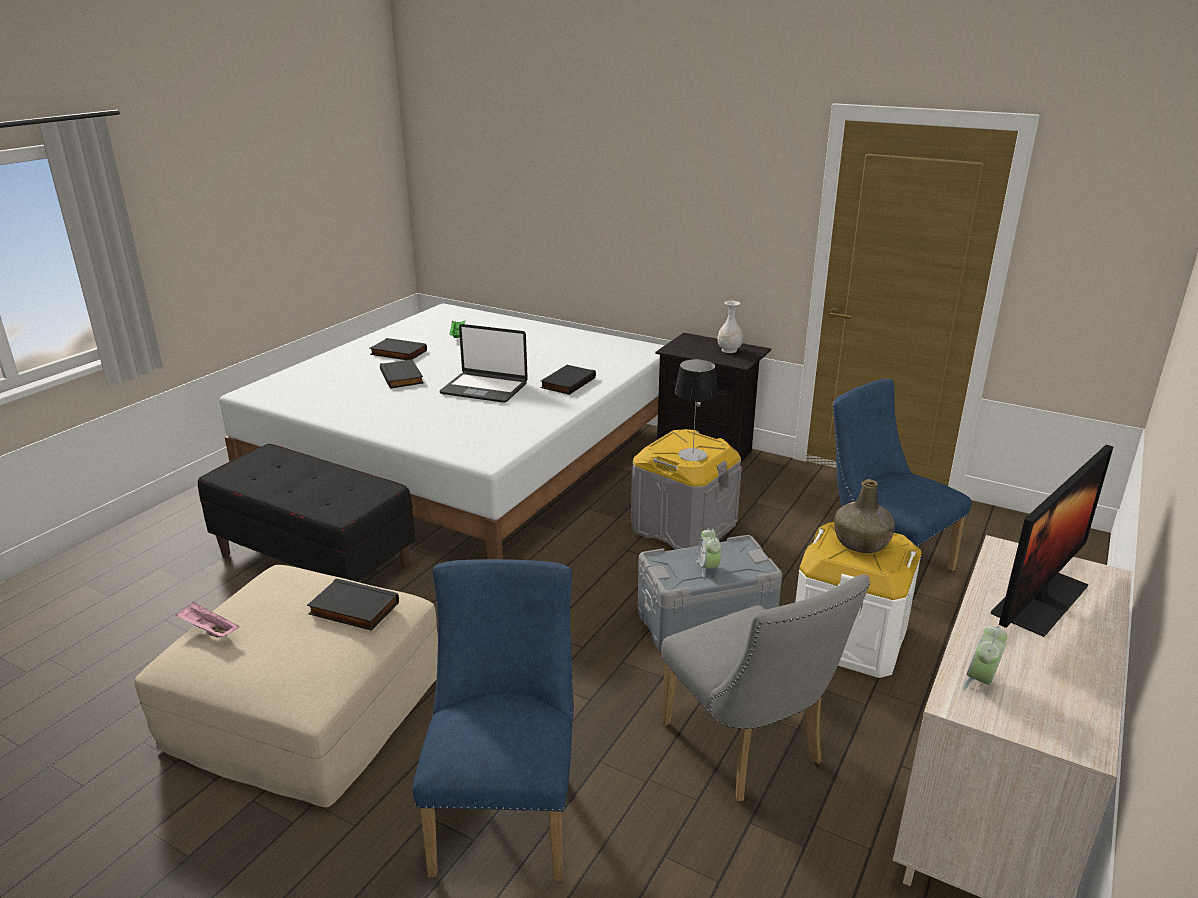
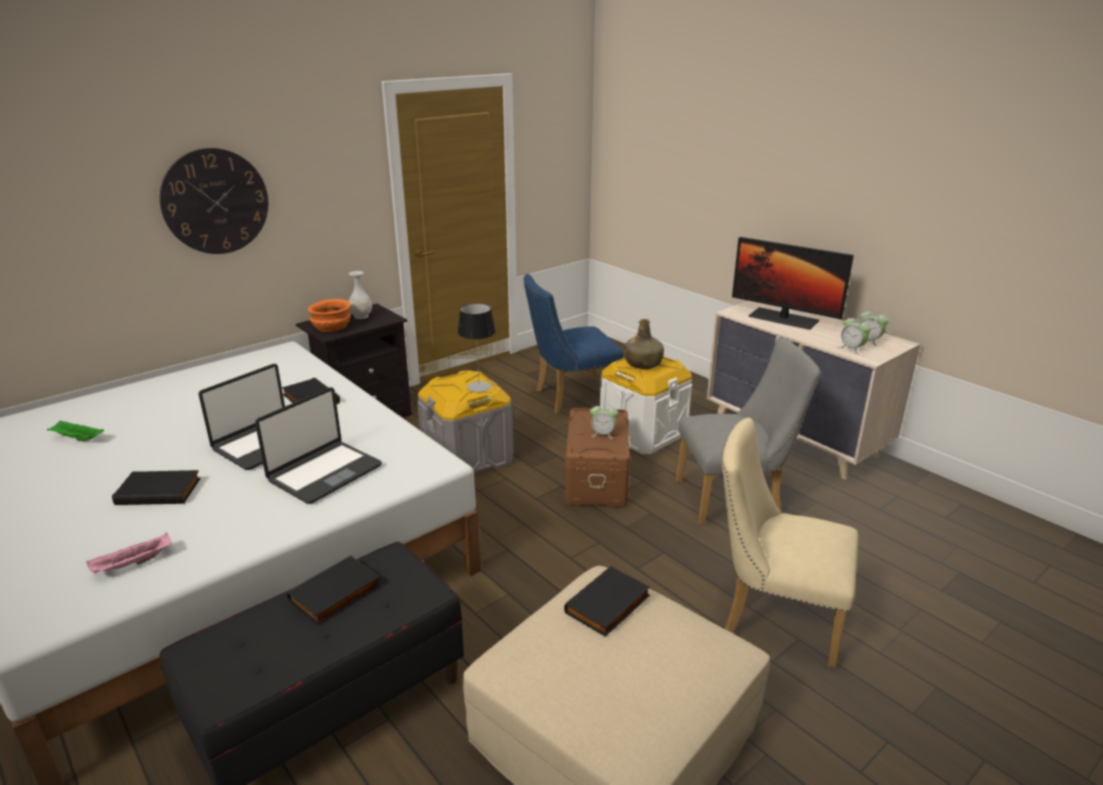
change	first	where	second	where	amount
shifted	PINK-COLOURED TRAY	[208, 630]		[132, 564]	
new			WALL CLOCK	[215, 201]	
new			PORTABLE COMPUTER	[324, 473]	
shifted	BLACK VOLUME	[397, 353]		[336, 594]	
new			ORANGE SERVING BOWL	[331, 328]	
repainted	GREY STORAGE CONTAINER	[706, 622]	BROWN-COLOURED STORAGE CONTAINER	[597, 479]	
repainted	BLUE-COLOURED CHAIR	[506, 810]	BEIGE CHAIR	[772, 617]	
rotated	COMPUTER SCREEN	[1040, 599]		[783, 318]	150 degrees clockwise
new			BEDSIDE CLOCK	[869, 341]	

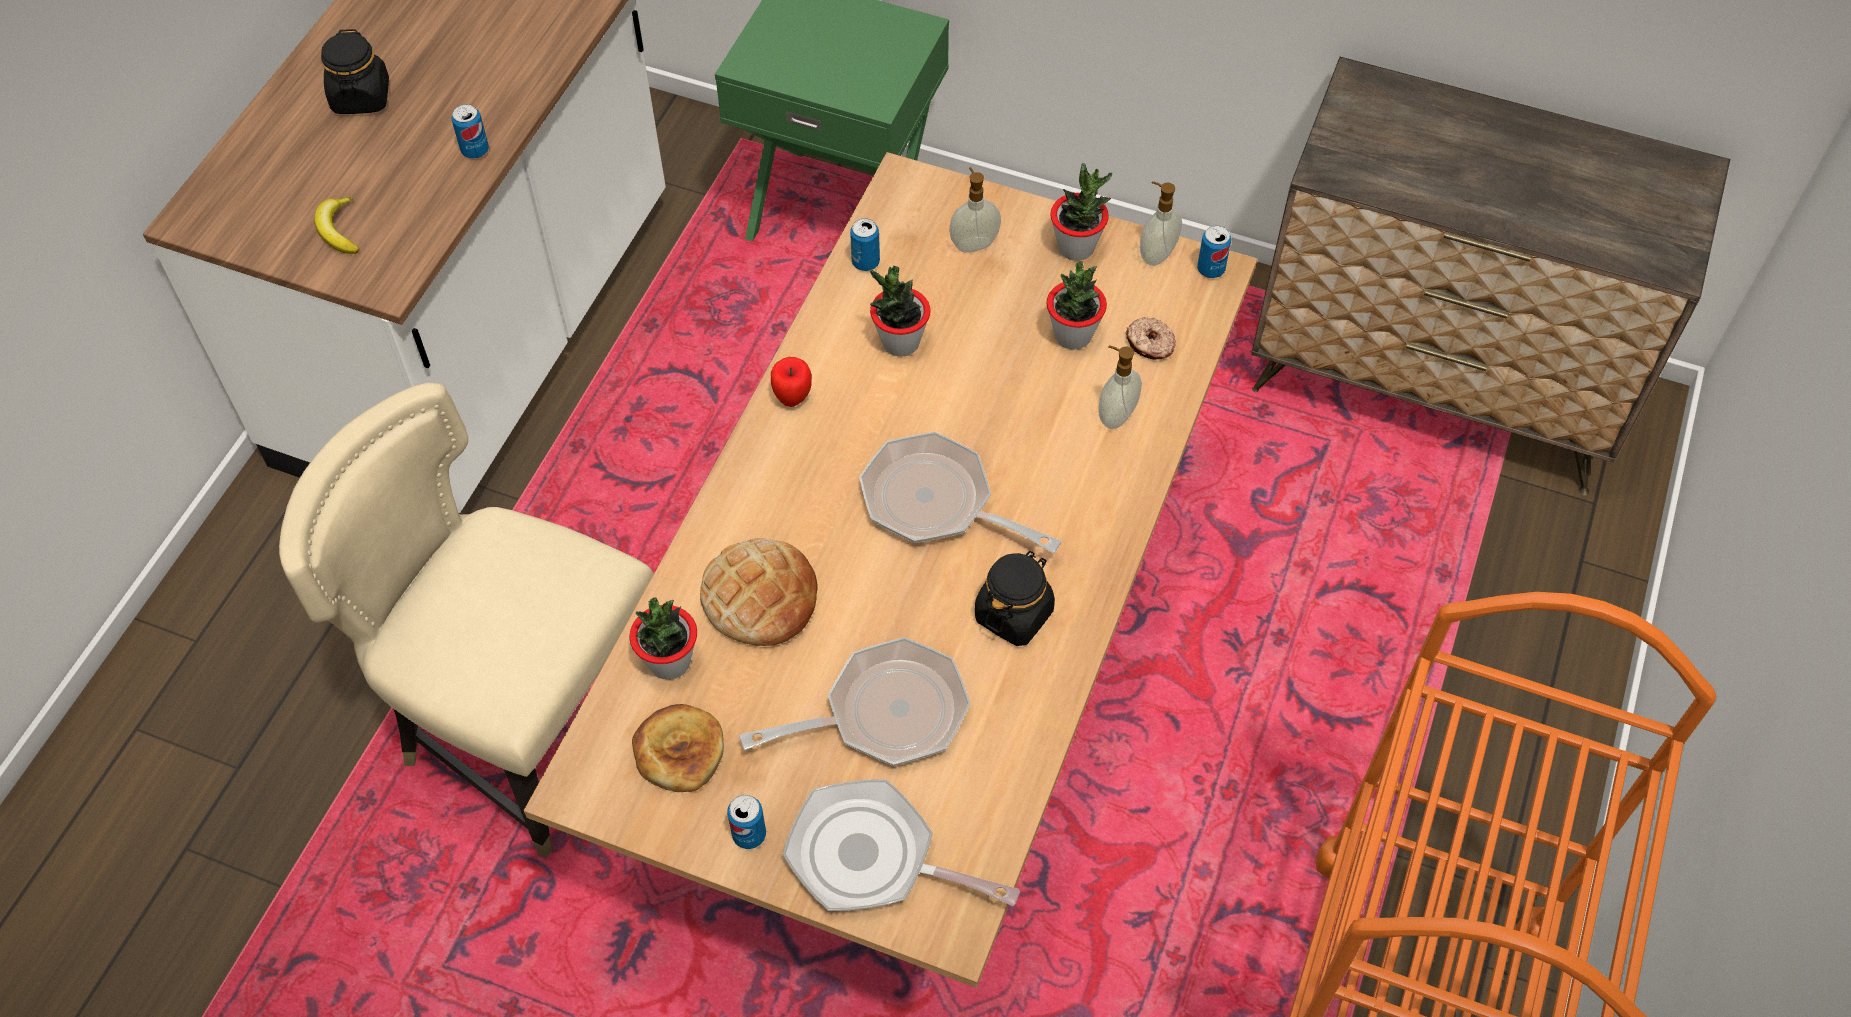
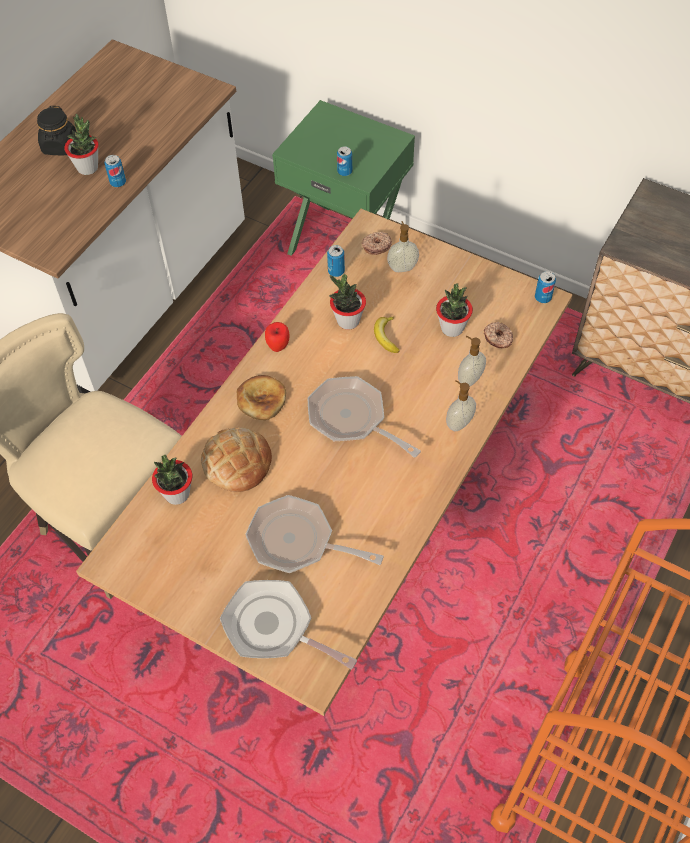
change	first	where	second	where	amount
shifted	PLANT IN A POT	[1076, 247]		[88, 168]	
shifted	BAKED BREAD	[679, 750]		[261, 399]	
rotated	FRYING PAN	[884, 714]		[298, 541]	150 degrees counterclockwise
shifted	CAN	[749, 835]		[344, 172]	
new			DONUT	[376, 246]	
shifted	BANANA	[339, 230]		[386, 337]	
shifted	SOAP BOTTLE	[1156, 254]		[458, 423]	
gone	BLACK JAR	[1014, 614]			

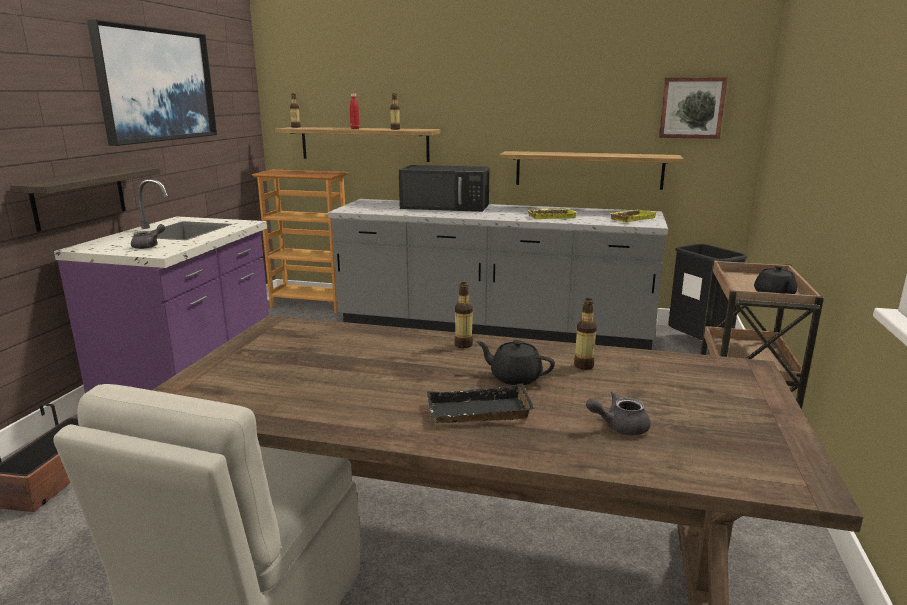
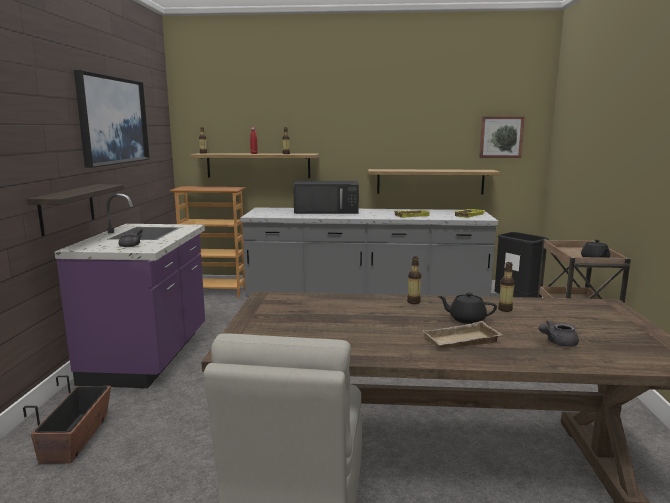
change	first	where	second	where	amount
repainted	BLACK TRAY	[477, 413]	BEIGE TRAY	[461, 342]	

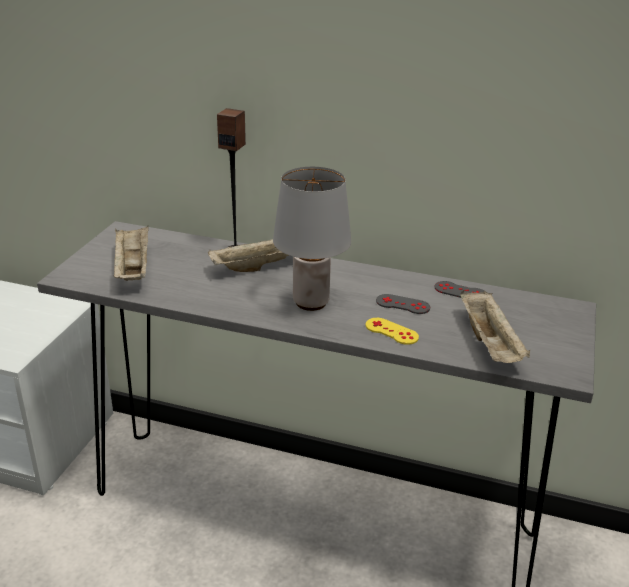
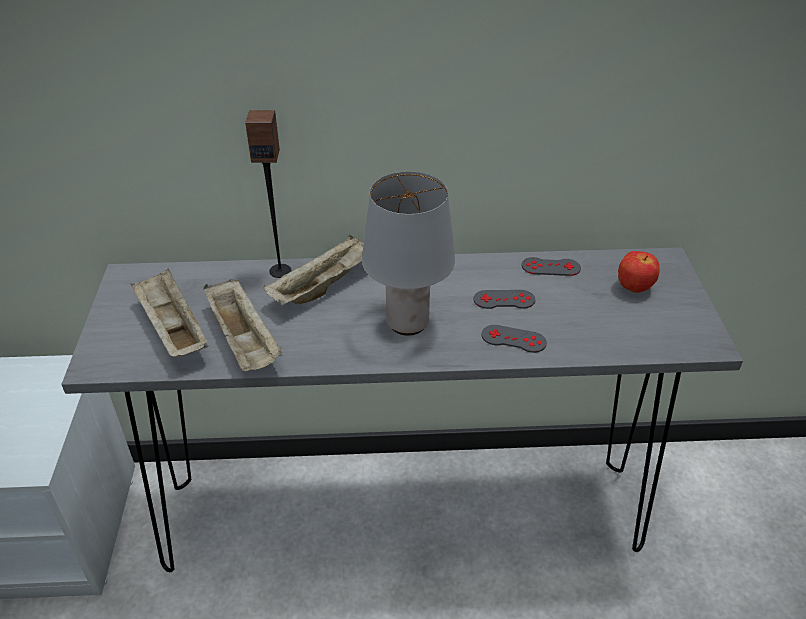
change	first	where	second	where	amount
shifted	BEIGE TRAY	[490, 344]		[245, 341]	
repainted	YELLOWISH GAMEPAD	[391, 331]	GREY GAMEPAD	[513, 339]	
new			APPLE FRUIT	[634, 288]	

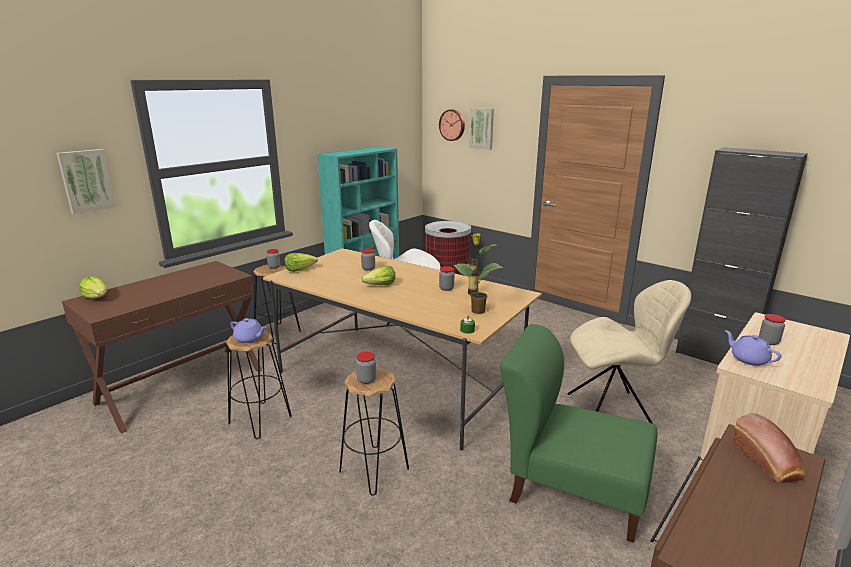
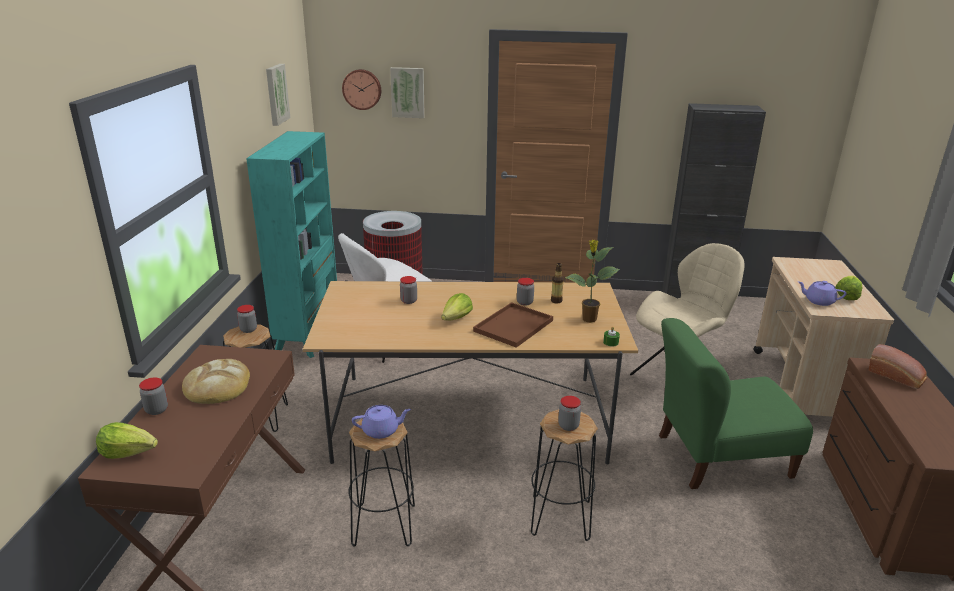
change	first	where	second	where	amount
shifted	JAR	[768, 342]		[156, 410]	
new			BAKED BREAD	[217, 386]	
shifted	PICTURE	[86, 180]		[276, 94]	
new			BROWN-COLOURED TRAY	[513, 325]	
shifted	LETTUCE HEAD	[300, 269]		[847, 295]	

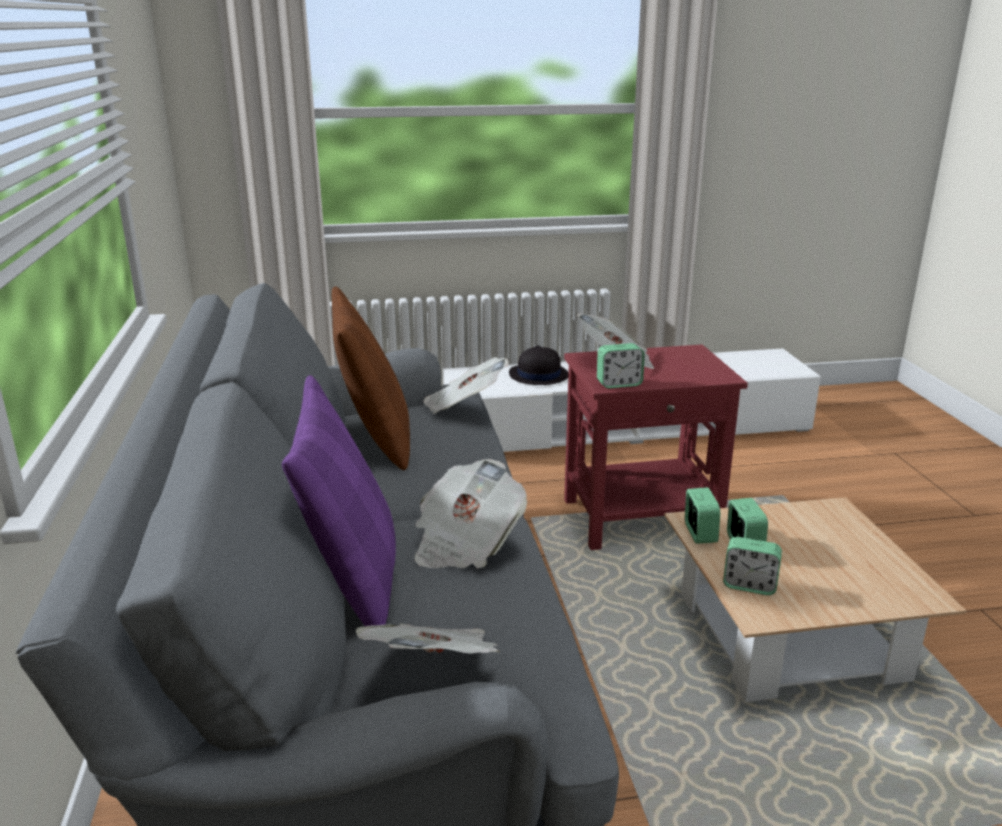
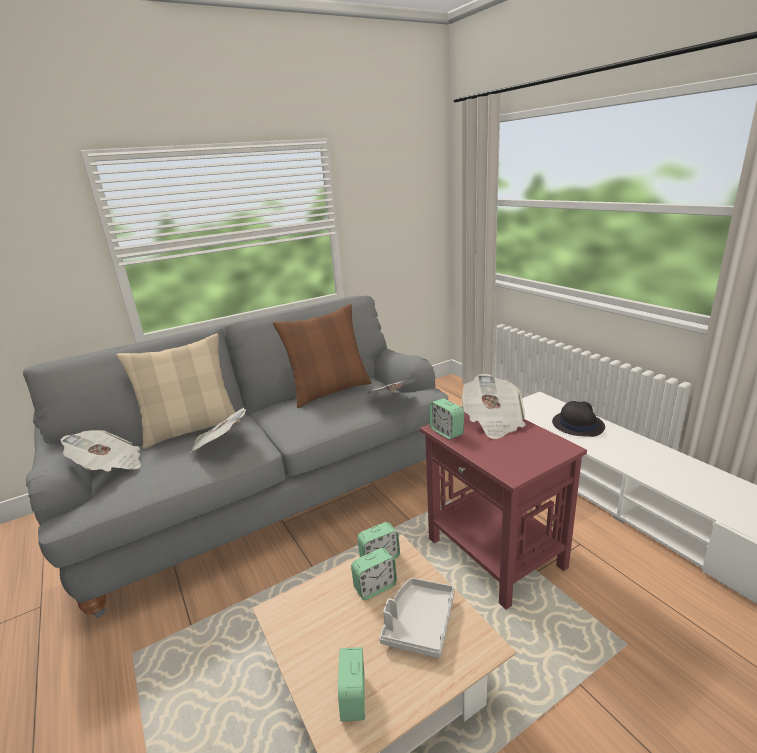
change	first	where	second	where	amount
repainted	PURPLISH PILLOW	[352, 579]	BEIGE PILLOW	[191, 429]	
shifted	BEDSIDE CLOCK	[749, 585]		[354, 698]	
new			GREY TRAY	[419, 623]	

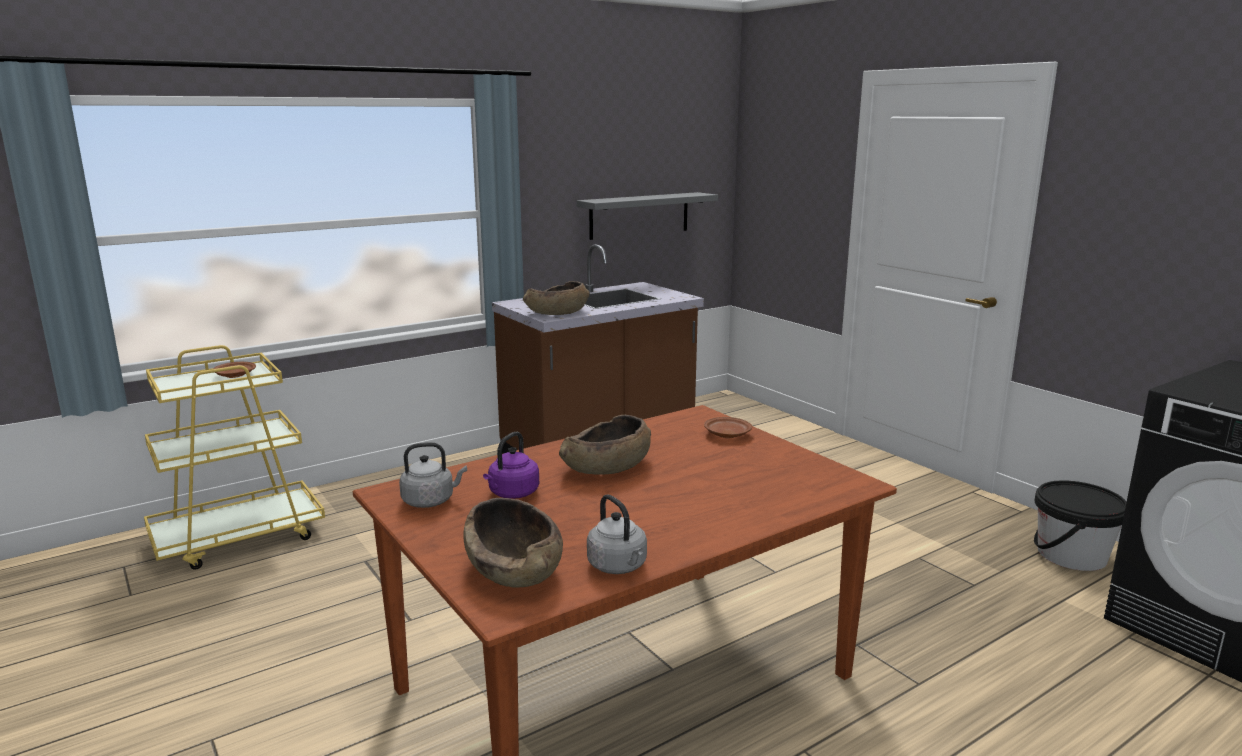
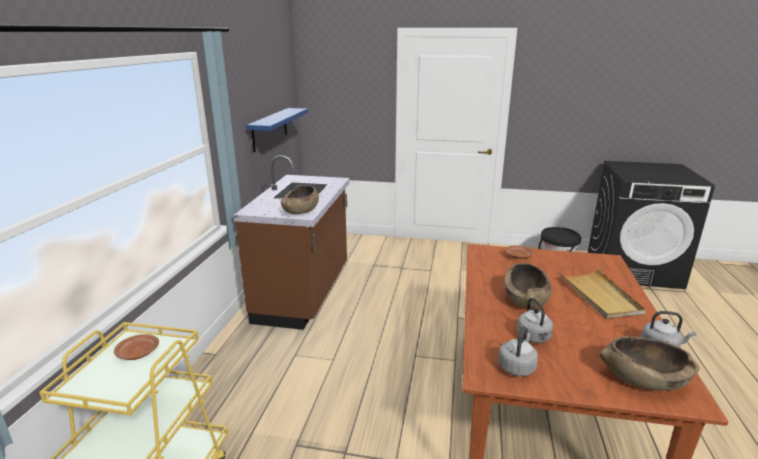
change	first	where	second	where	amount
repainted	GREY WALL SHELF	[639, 215]	BLUE-COLOURED WALL SHELF	[270, 129]	
repainted	PURPLISH WATER KETTLE	[512, 494]	GREY WATER KETTLE	[534, 338]	
new			BEIGE TRAY	[599, 296]	

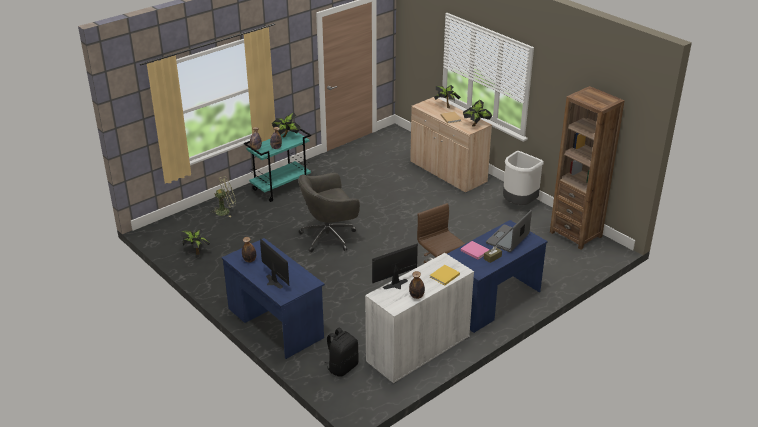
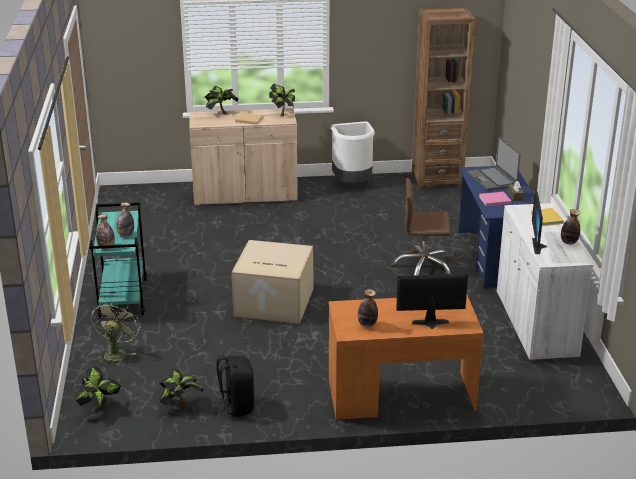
change	first	where	second	where	amount
shifted	PLANT IN A POT	[287, 136]		[99, 408]	
shifted	BLACK BACKPACK	[342, 367]		[236, 406]	
swapped	GREY DESK CHAIR	[329, 237]	CARTON	[272, 303]	
repainted	BLUE-COLOURED DESK	[275, 323]	ORANGE DESK	[400, 395]	

